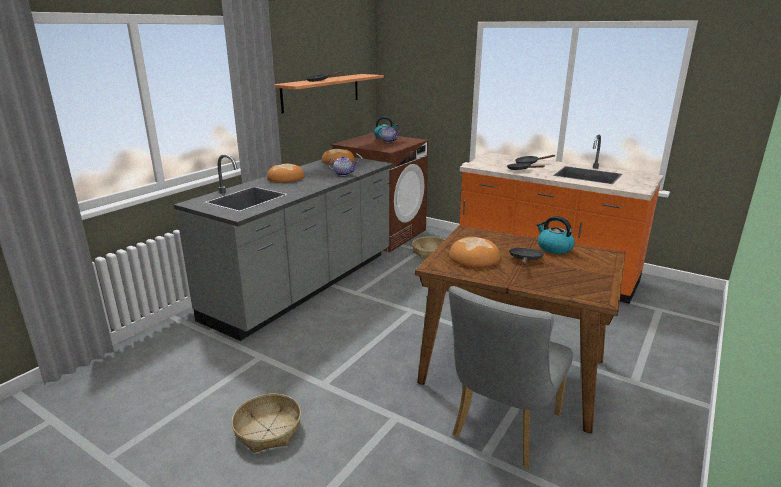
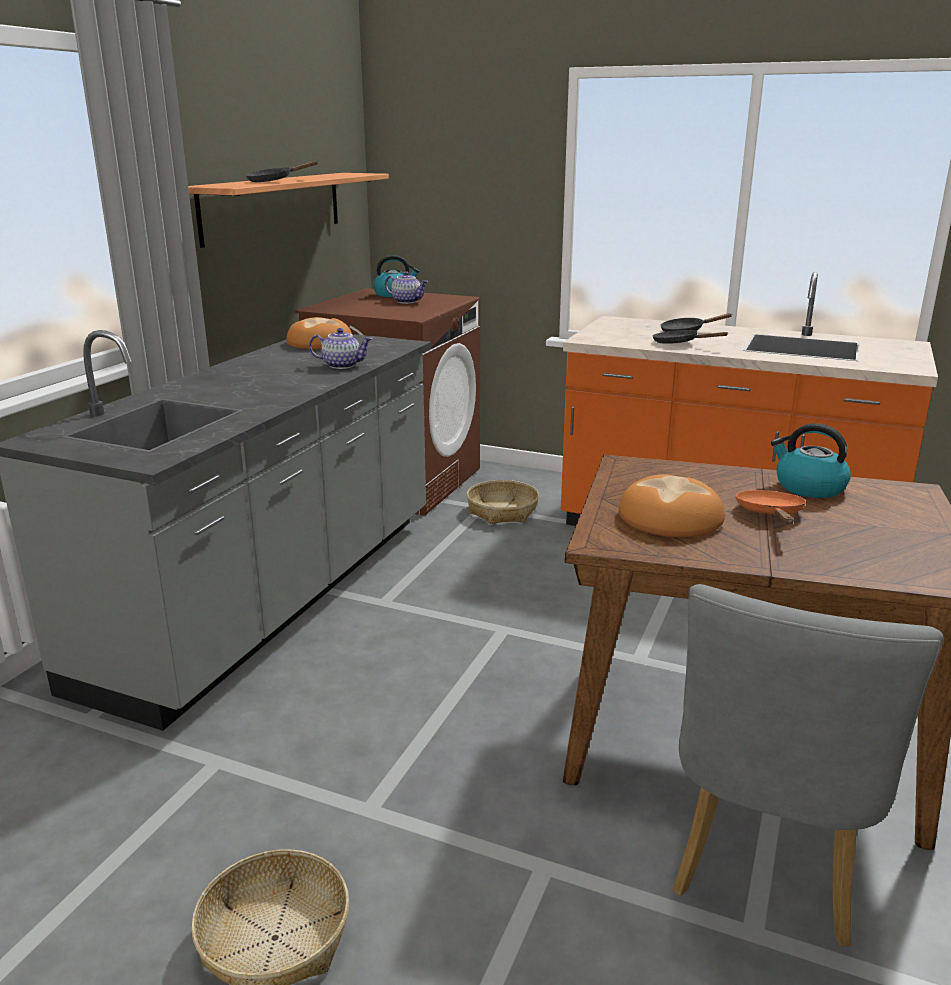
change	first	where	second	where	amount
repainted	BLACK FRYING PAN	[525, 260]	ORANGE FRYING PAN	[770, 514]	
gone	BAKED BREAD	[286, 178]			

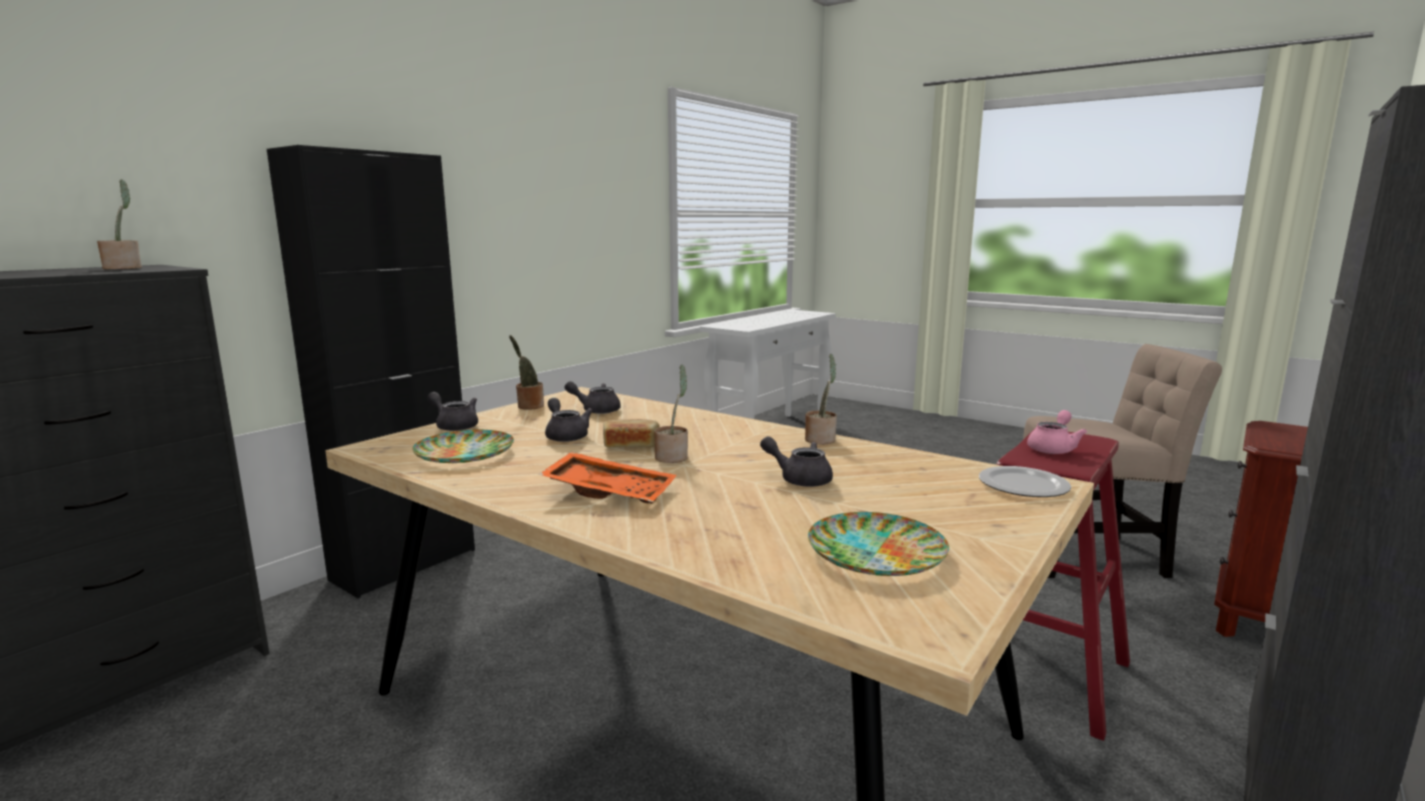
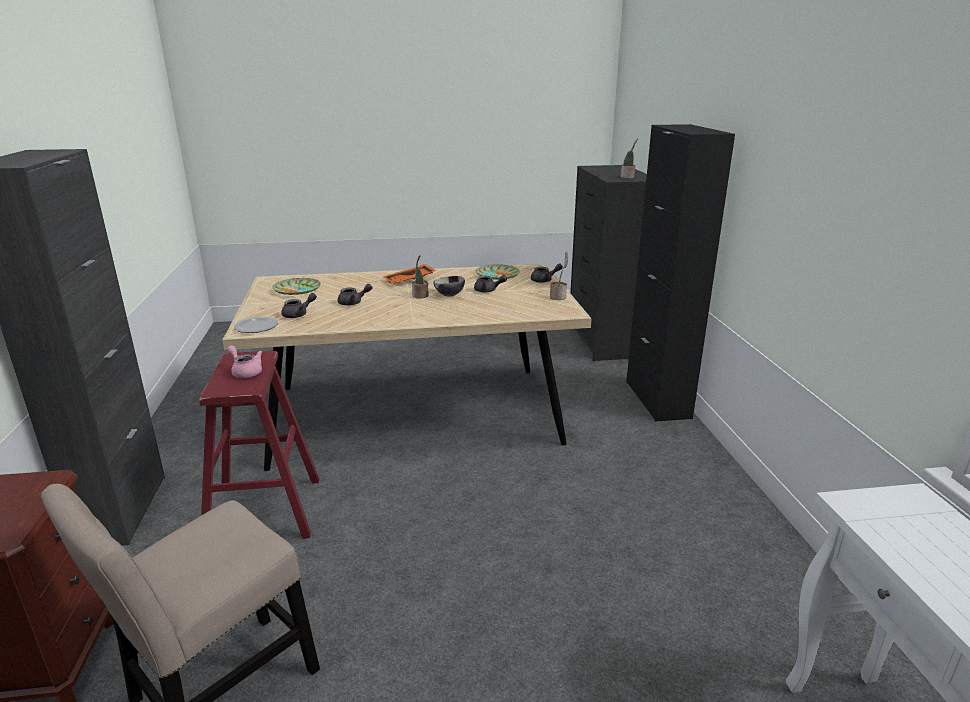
change	first	where	second	where	amount
rotated	PINK-COLOURED TEAPOT	[1053, 448]		[245, 371]	135 degrees clockwise
shifted	GREY TEAPOT	[596, 410]		[298, 314]	
swapped	BAKED BREAD	[631, 446]	SERVING BOWL	[449, 295]	
gone	PLANT IN A POT	[821, 439]			

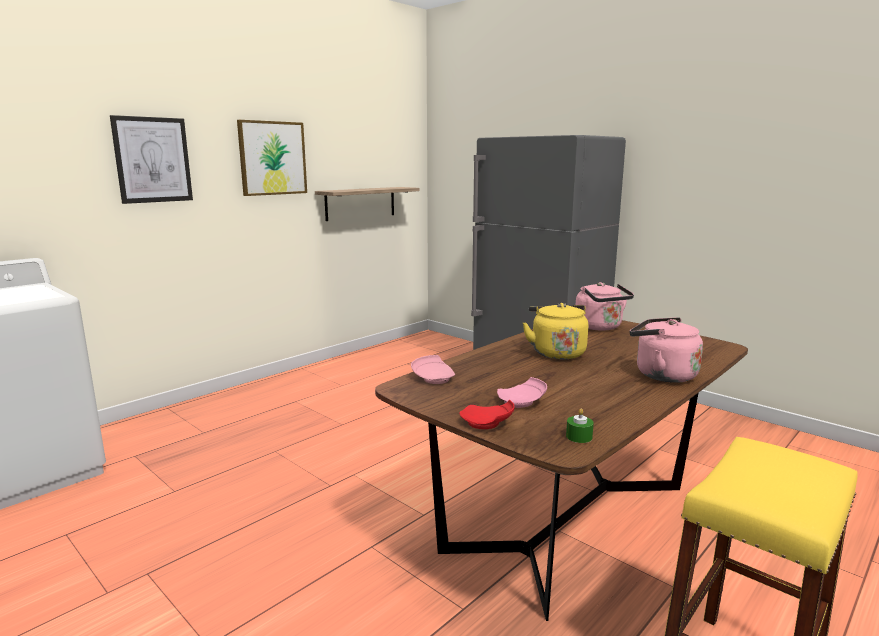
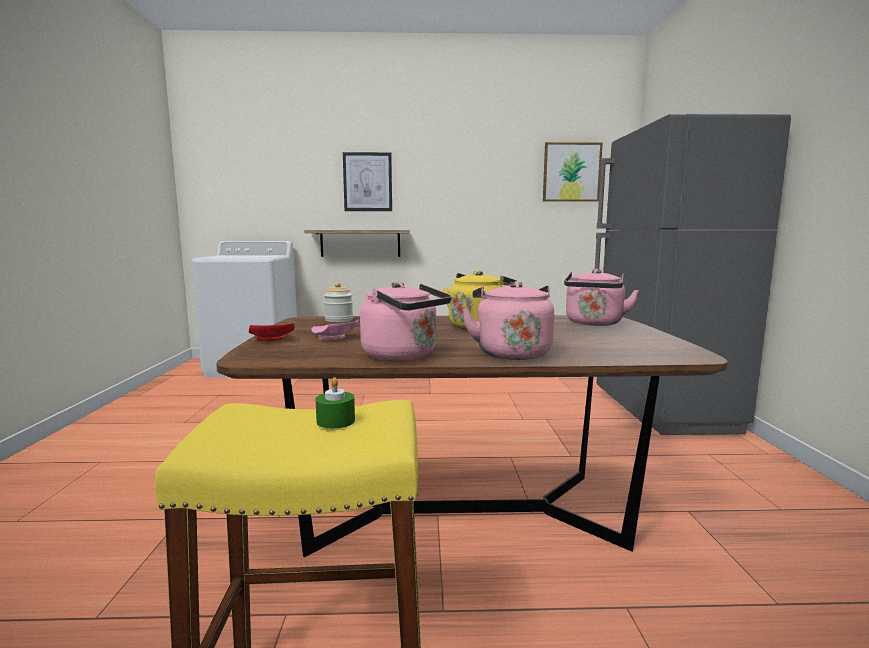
change	first	where	second	where	amount
shifted	WALL SHELF	[360, 203]		[360, 243]	
shifted	GREEN WAX CANDLE	[579, 437]		[335, 421]	
swapped	PINK-COLOURED FLAT DISH	[434, 378]	JAR	[339, 320]	
new			PINK-COLOURED WATER KETTLE	[404, 355]	
shifted	PICTURE	[272, 158]		[571, 172]	

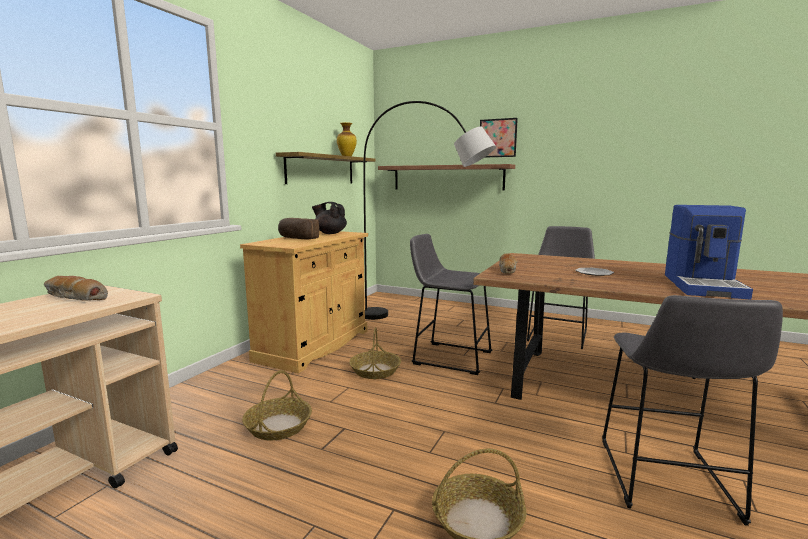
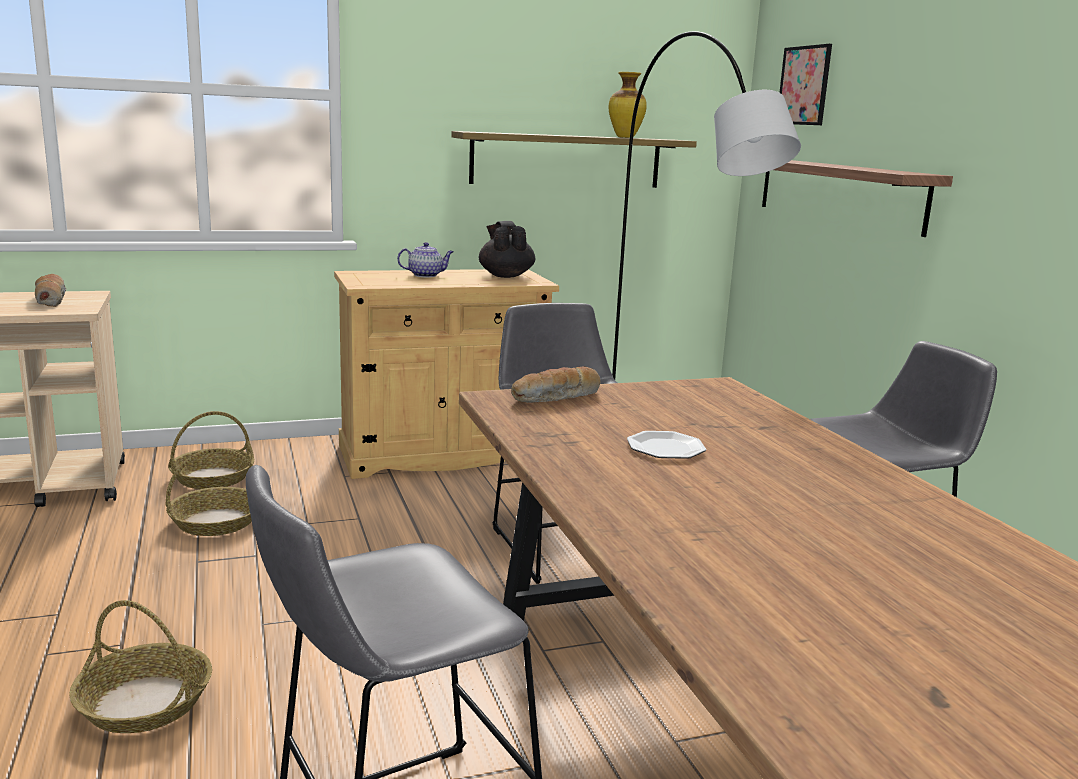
change	first	where	second	where	amount
shifted	STORAGE BASKET	[375, 371]		[212, 478]	
swapped	BAKED BREAD	[297, 238]	TEAPOT	[426, 275]	
shifted	PICTURE	[497, 138]		[804, 85]	
gone	COFFEE MACHINE	[704, 286]			

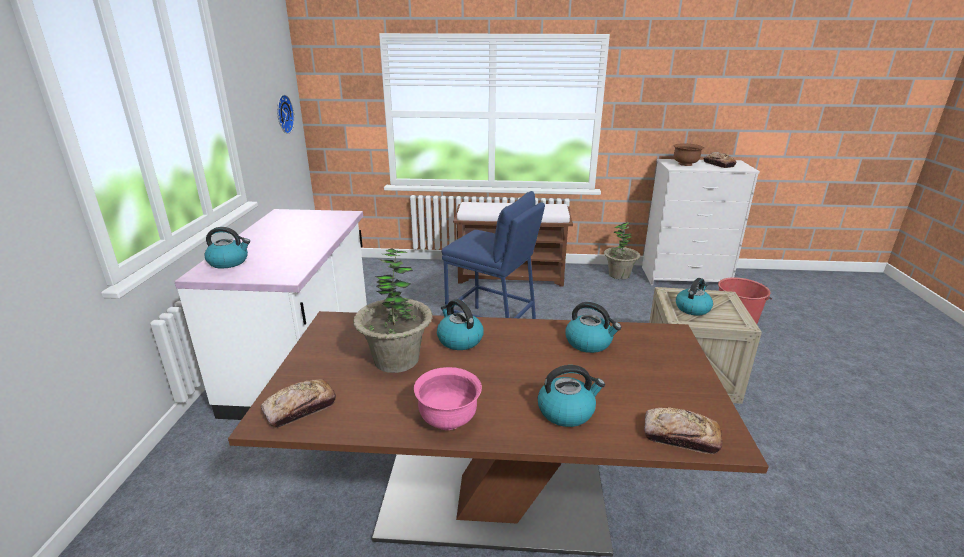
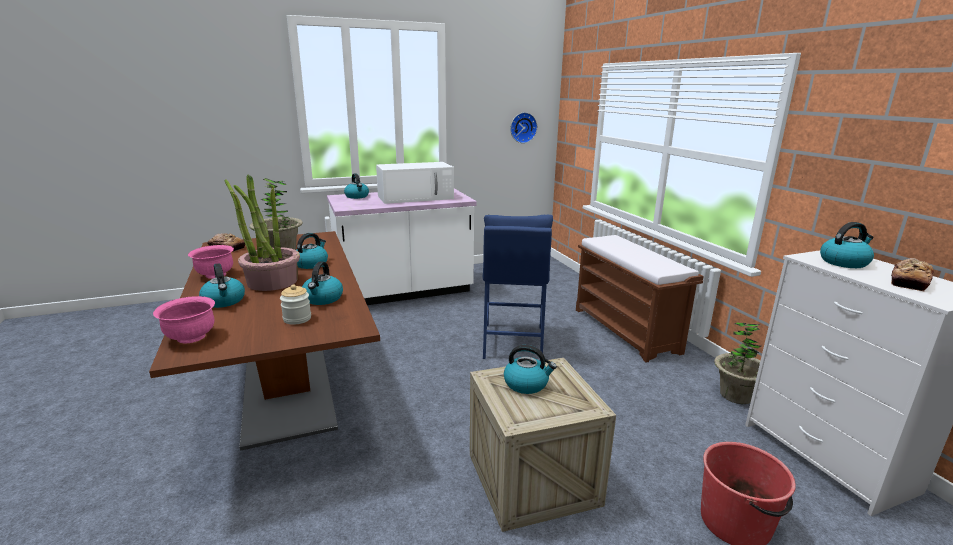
change	first	where	second	where	amount
swapped	BAKED BREAD	[680, 436]	PINK-COLOURED SERVING BOWL	[191, 337]	
new			PLANT IN A POT	[272, 281]	
new			JAR	[297, 319]	
new			WHITE MICROWAVE OVEN	[416, 197]	
swapped	BROWN-COLOURED SERVING BOWL	[685, 164]	WATER KETTLE	[844, 262]	

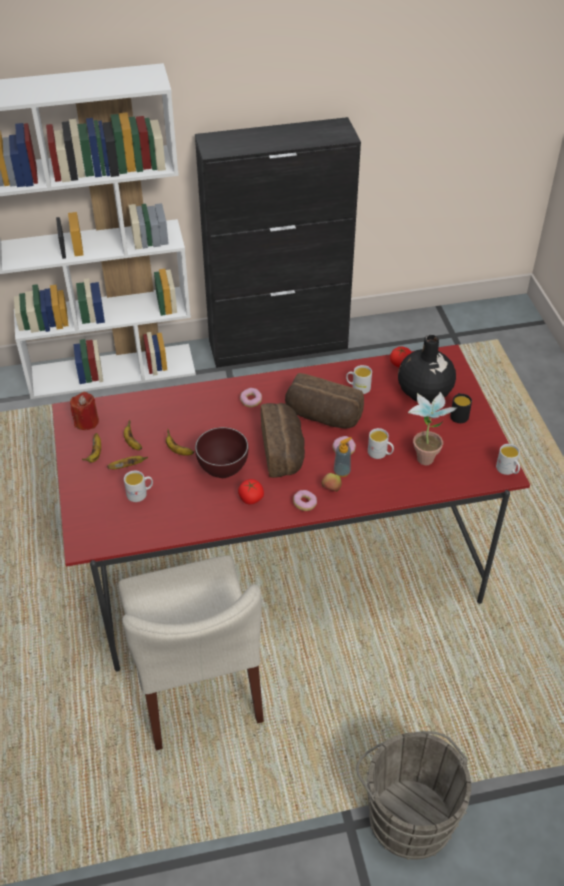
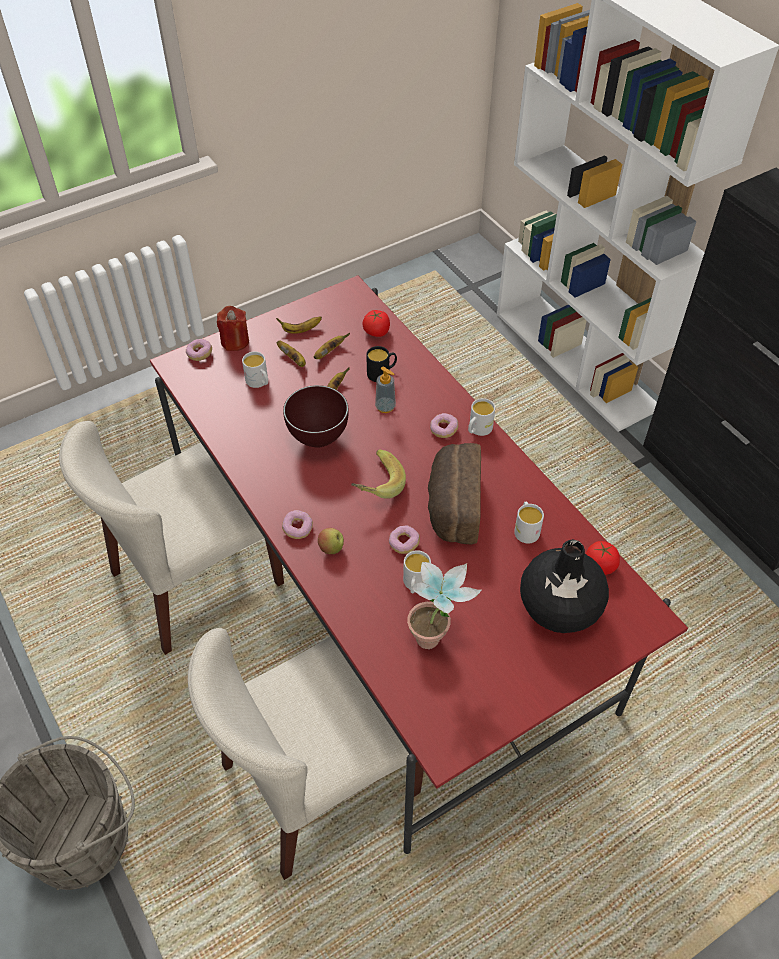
change	first	where	second	where	amount
new			DONUT	[200, 354]	
new			BEIGE CHAIR	[319, 781]	
shifted	RED-COLOURED WAX CANDLE	[86, 422]		[235, 341]	
swapped	BAKED BREAD	[284, 451]	BANANA	[375, 485]	
shifted	WHOLE TOMATO	[251, 498]		[376, 332]	
shifted	BLACK MUG	[458, 414]		[382, 373]	
shifted	SOAP BOTTLE	[342, 471]		[385, 407]	
shifted	WHITE MUG	[508, 470]		[478, 430]	

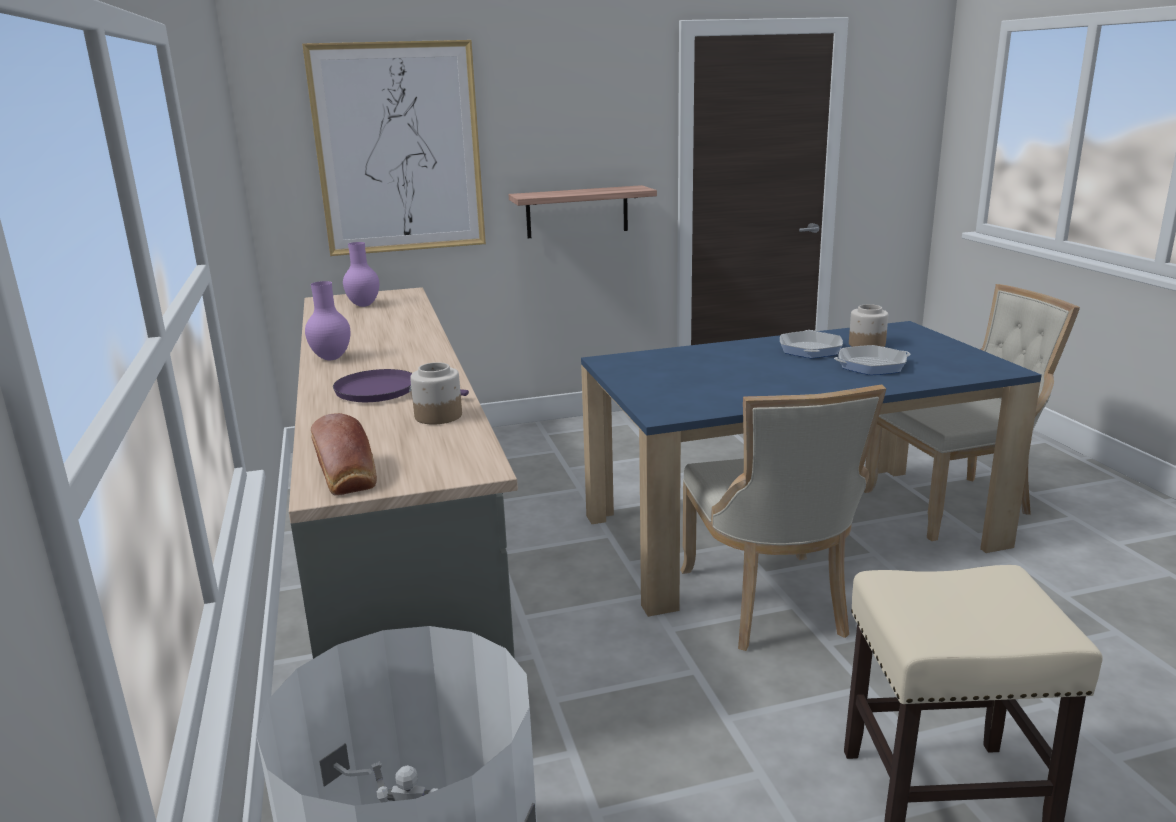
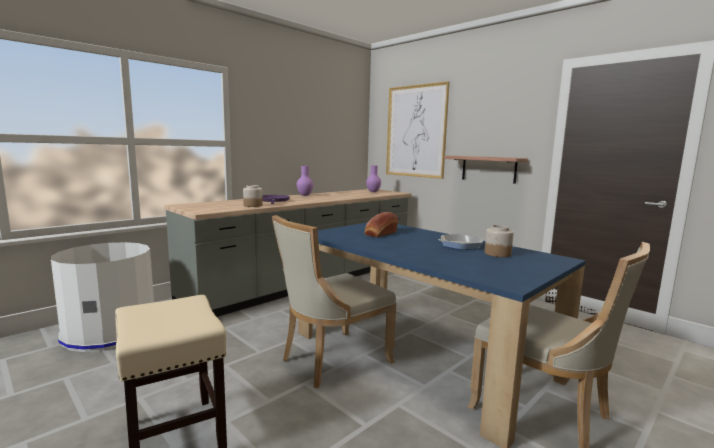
change	first	where	second	where	amount
shifted	BAKED BREAD	[347, 476]		[380, 234]	
gone	FRYING PAN	[871, 366]			

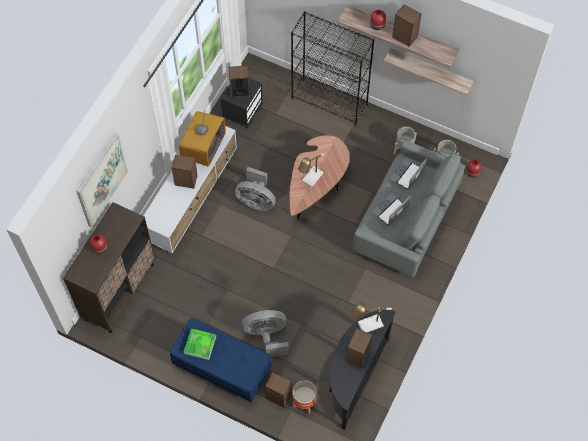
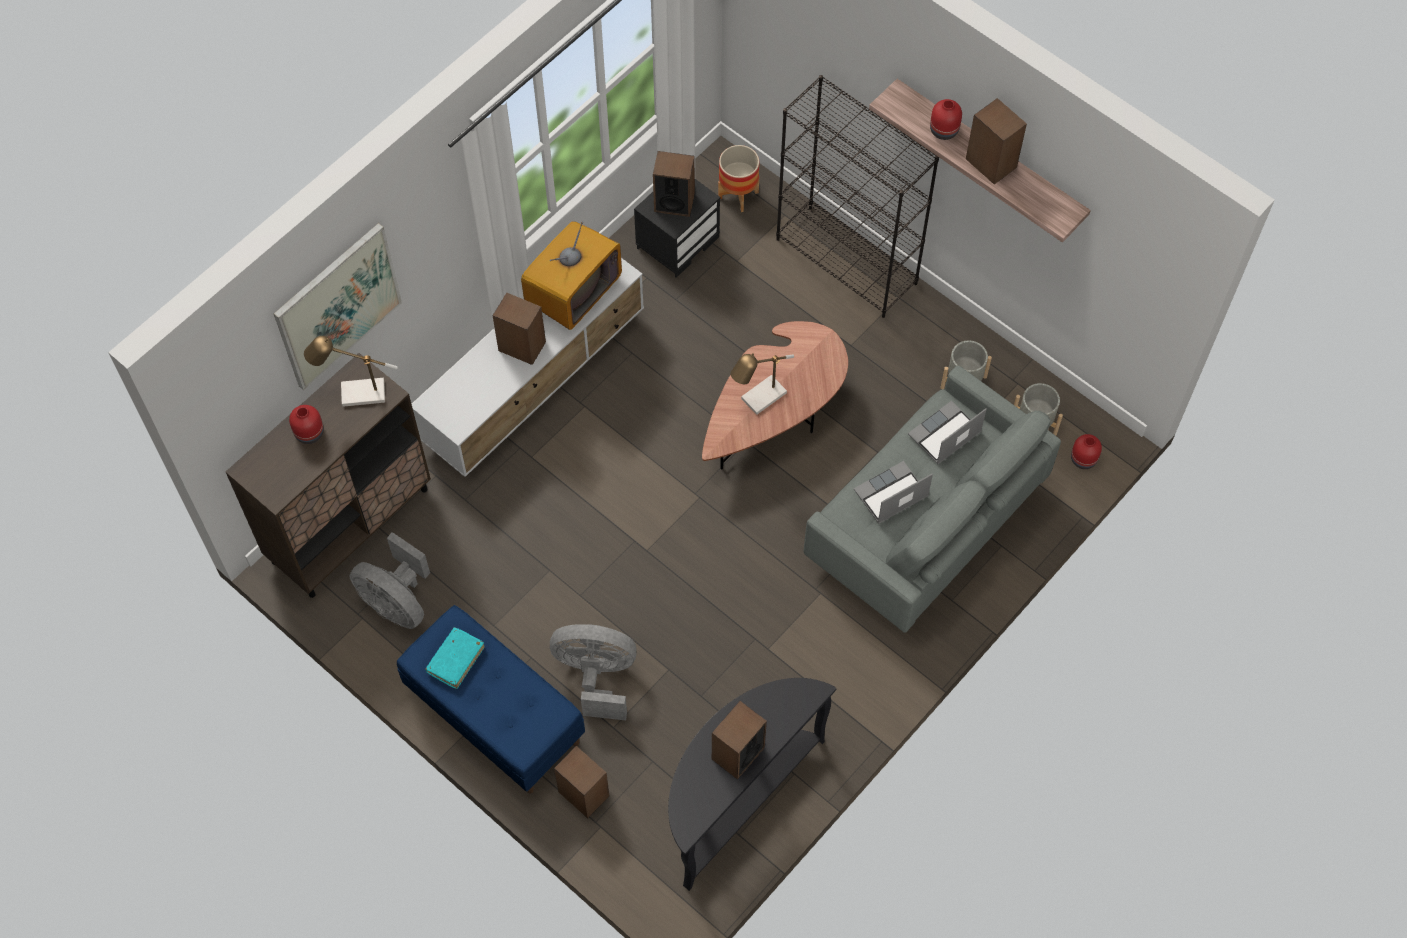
change	first	where	second	where	amount
shifted	LAMP FOR A TABLE	[367, 326]		[356, 394]	
shifted	GREY FAN	[256, 201]		[397, 602]	
swapped	TRAY	[200, 345]	BLUE-GREEN VOLUME	[455, 660]	
shifted	FLOWER POT	[304, 402]		[738, 195]	
gone	WALL SHELF	[430, 70]			

